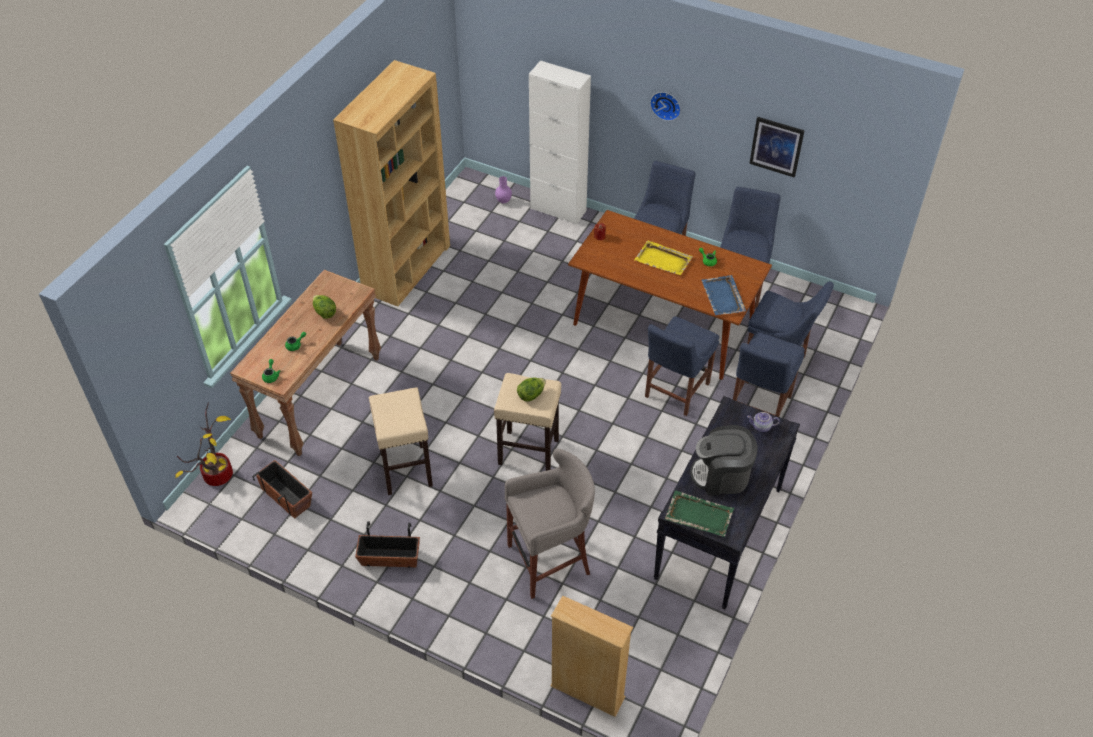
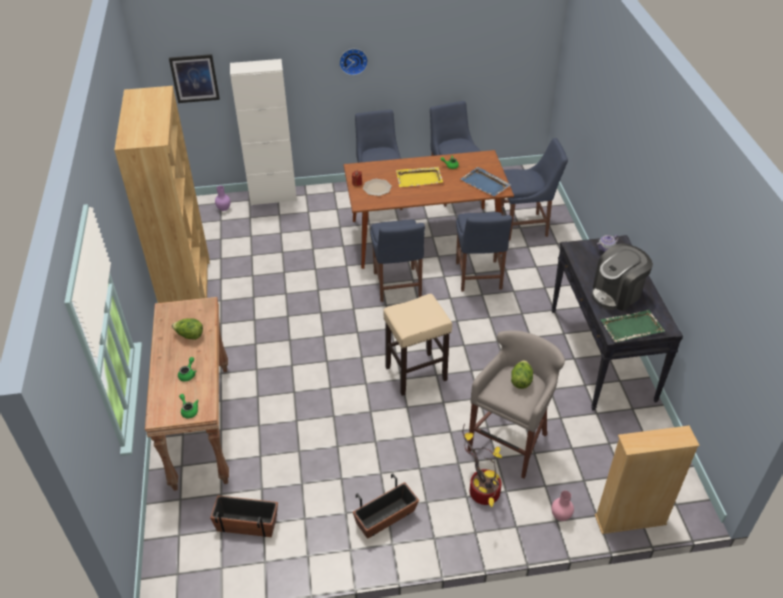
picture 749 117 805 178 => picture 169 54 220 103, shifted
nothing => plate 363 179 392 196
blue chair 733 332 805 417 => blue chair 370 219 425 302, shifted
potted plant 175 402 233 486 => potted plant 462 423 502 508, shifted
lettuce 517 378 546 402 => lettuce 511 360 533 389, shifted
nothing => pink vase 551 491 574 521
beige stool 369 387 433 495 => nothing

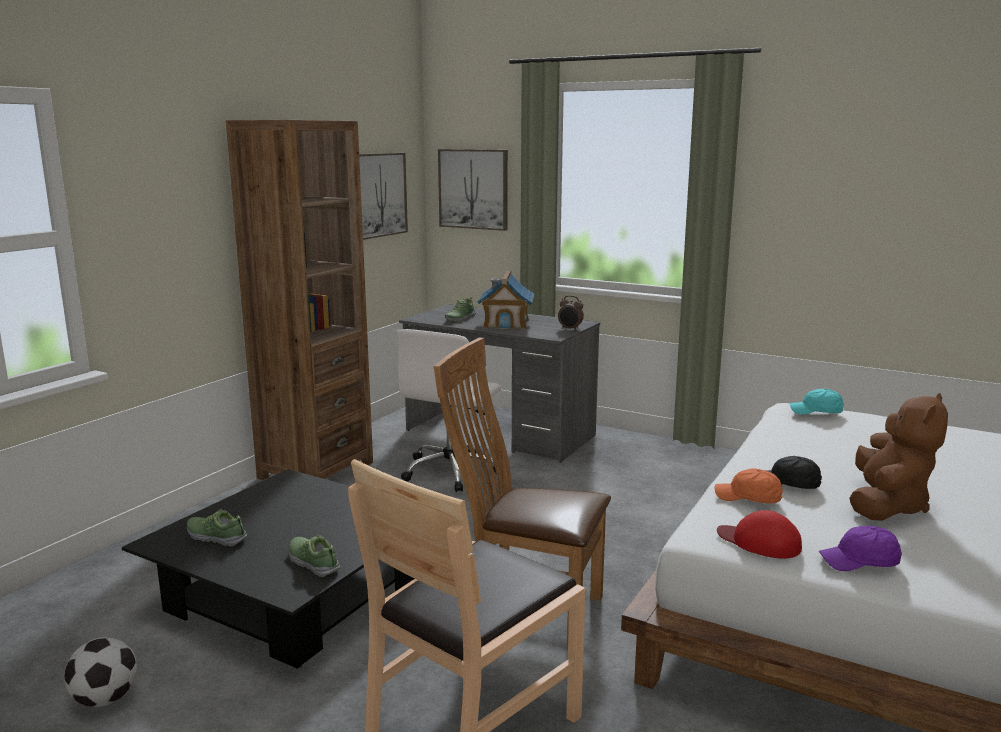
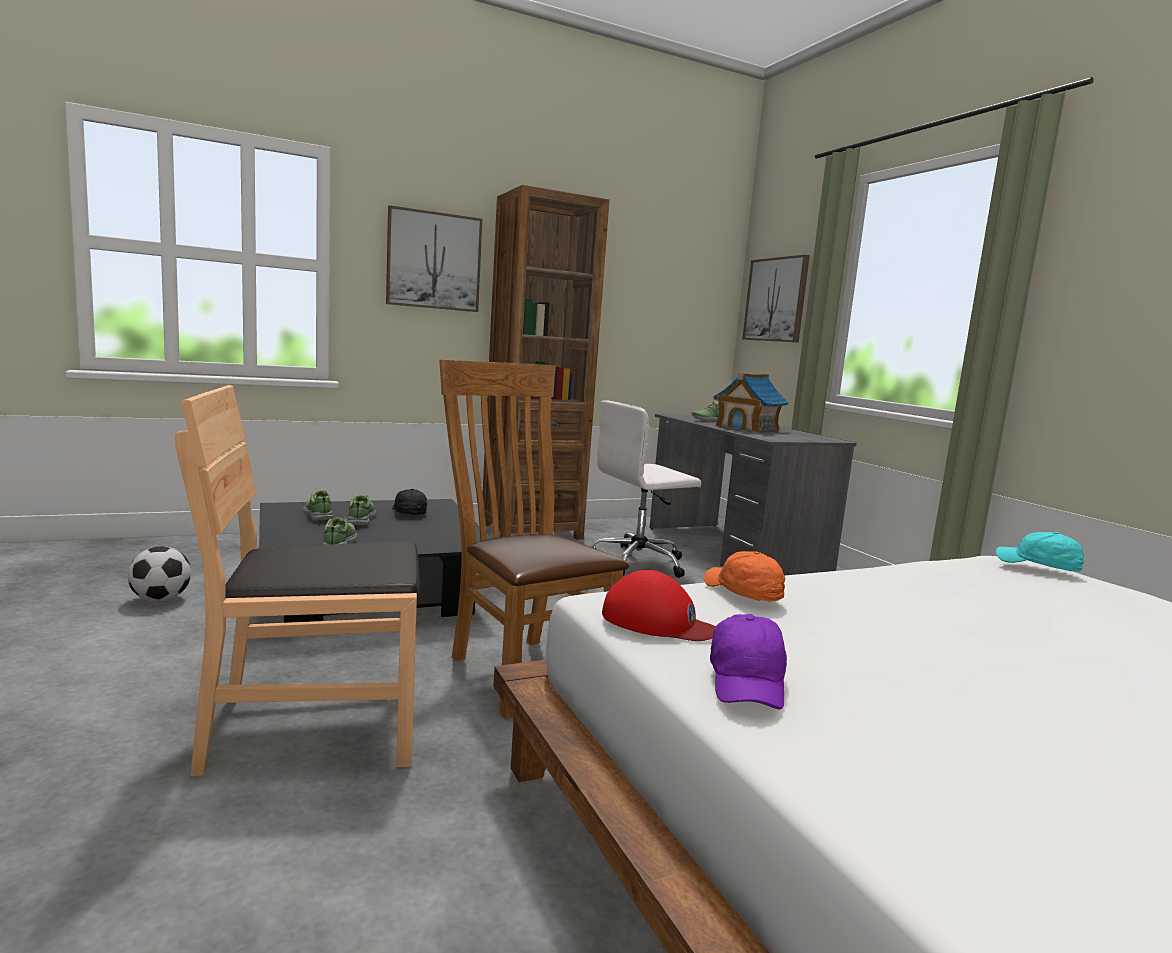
nothing => shoe 347 495 376 525
picture 359 153 408 240 => picture 386 205 483 312, shifted
black cap 766 456 822 489 => black cap 392 489 427 515, shifted
red cap 717 510 802 559 => red cap 602 570 716 641, 135 degrees clockwise
purple cap 819 526 902 571 => purple cap 710 614 787 709, 120 degrees counterclockwise
alarm clock 558 295 584 331 => nothing
brown plush toy 850 393 948 521 => nothing

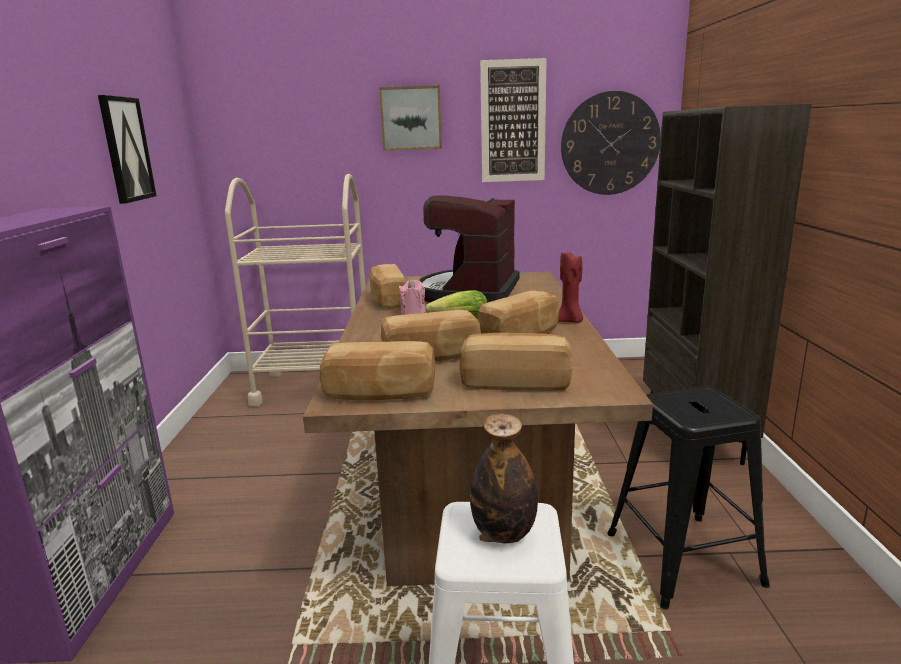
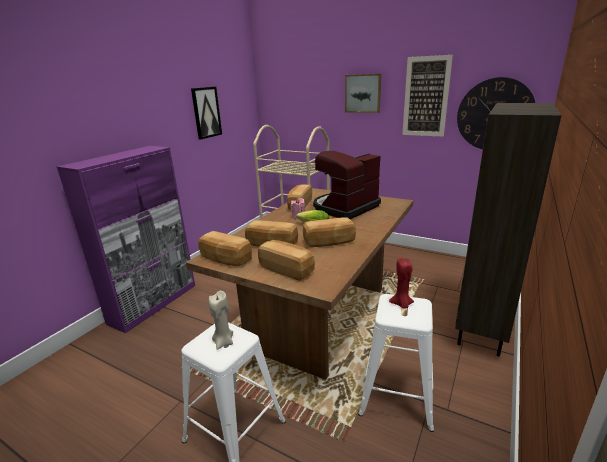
bottle 470 414 538 543 => beige candle 209 291 233 350
black stool 607 387 770 610 => white stool 358 294 434 432
red candle 558 252 583 323 => red candle 389 258 414 309, shifted

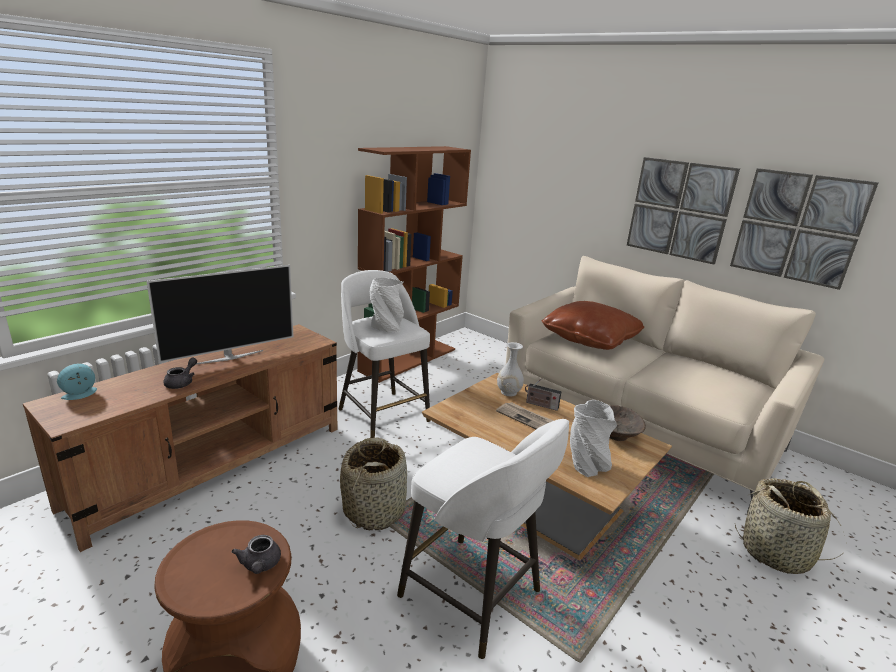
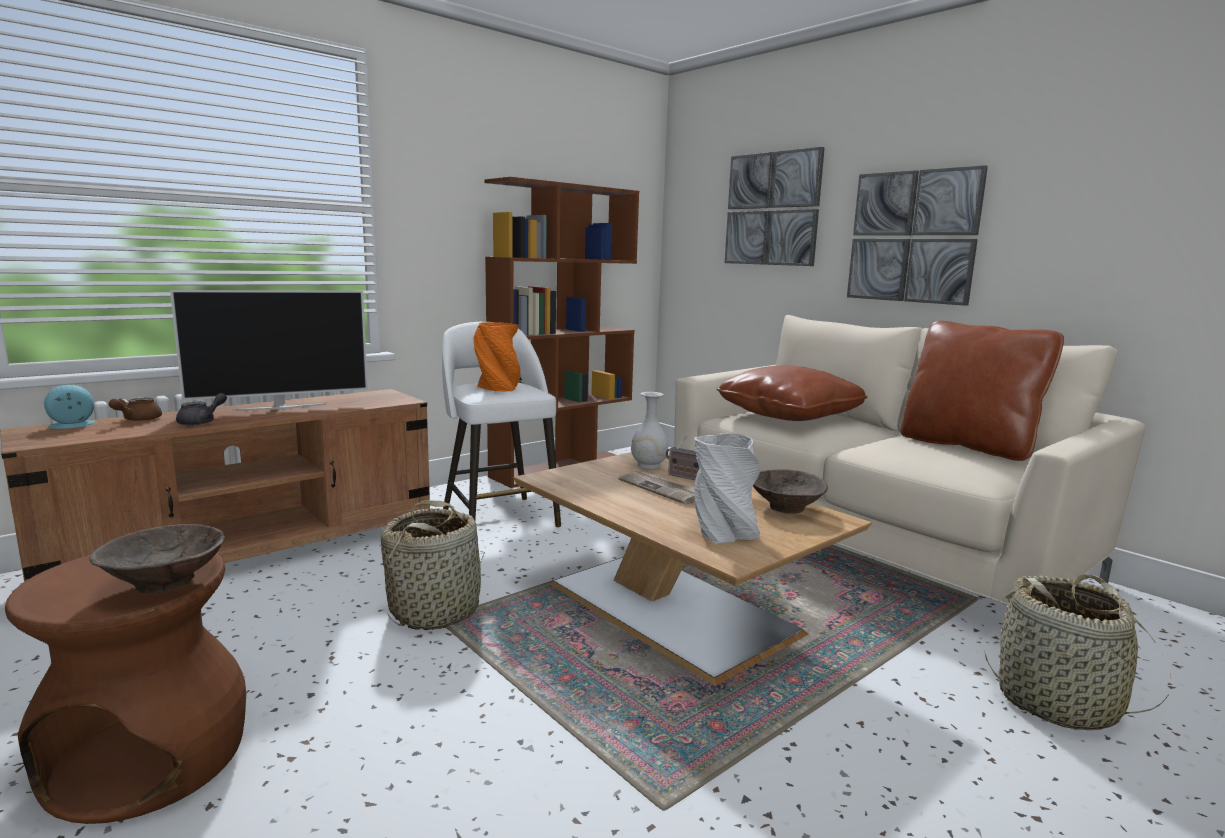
grey teapot 231 535 281 574 => brown bowl 89 524 225 594
nothing => brown teapot 109 398 162 421
white vase 370 278 404 332 => orange vase 474 322 520 392
picture 730 168 879 290 => picture 725 147 825 266, shifted
nothing => brown pillow 901 321 1064 461
white stool 397 419 569 659 => nothing

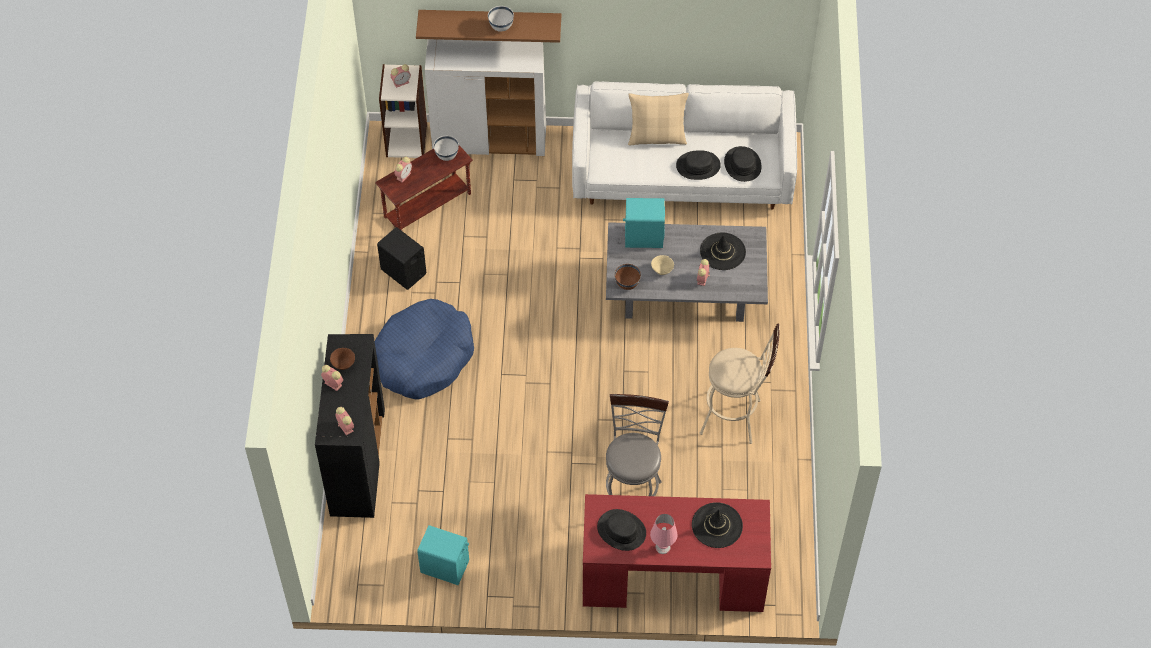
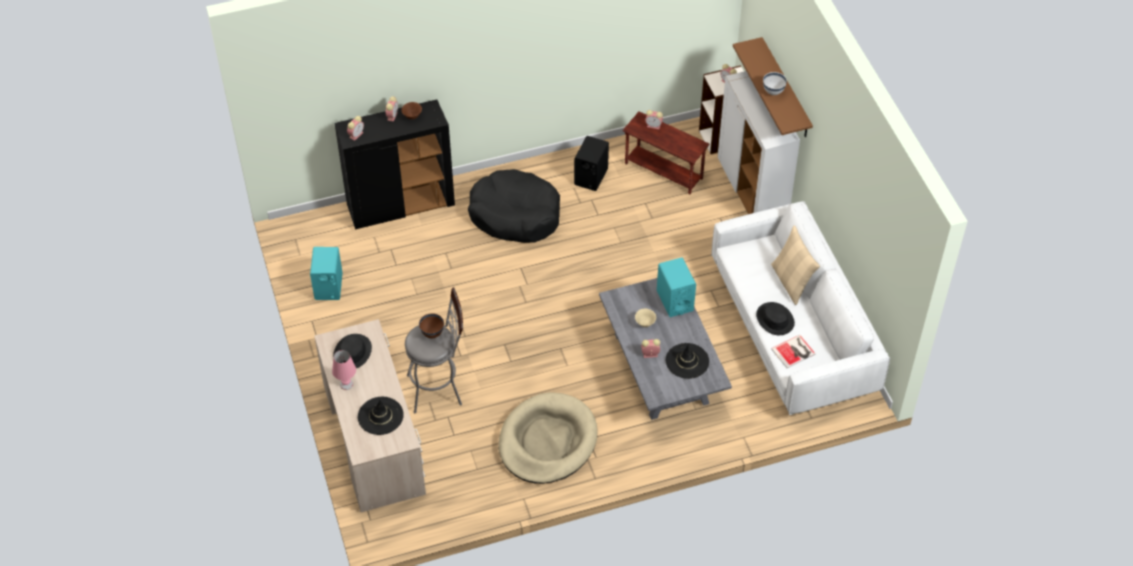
red desk 583 494 771 612 => beige desk 314 319 426 512
brown bowl 615 264 641 290 => brown bowl 419 313 444 338, shifted
blue dog bed 375 299 474 399 => black dog bed 468 169 560 243
beige stool 700 324 780 444 => beige dog bed 499 392 598 484
black hat 724 146 762 182 => book 771 335 815 368
white bowl 433 136 459 161 => nothing

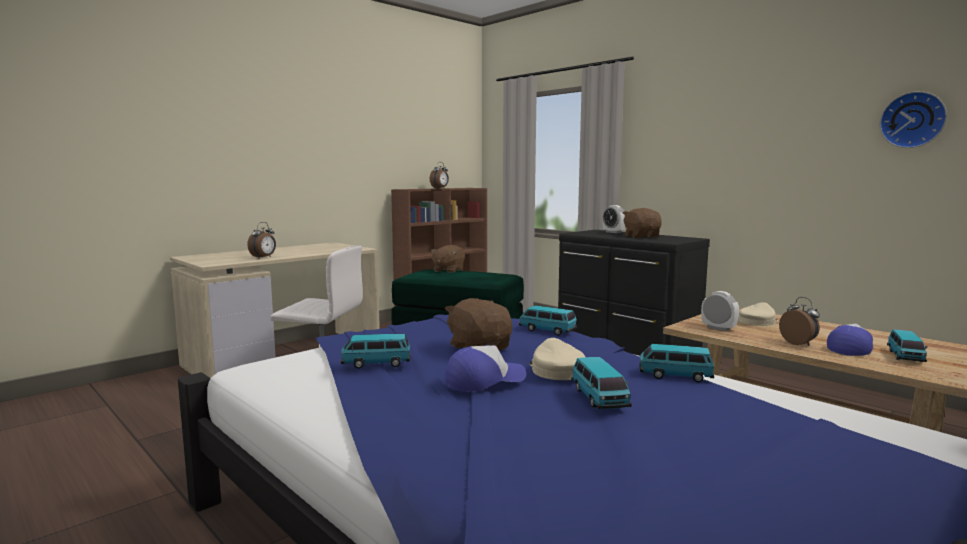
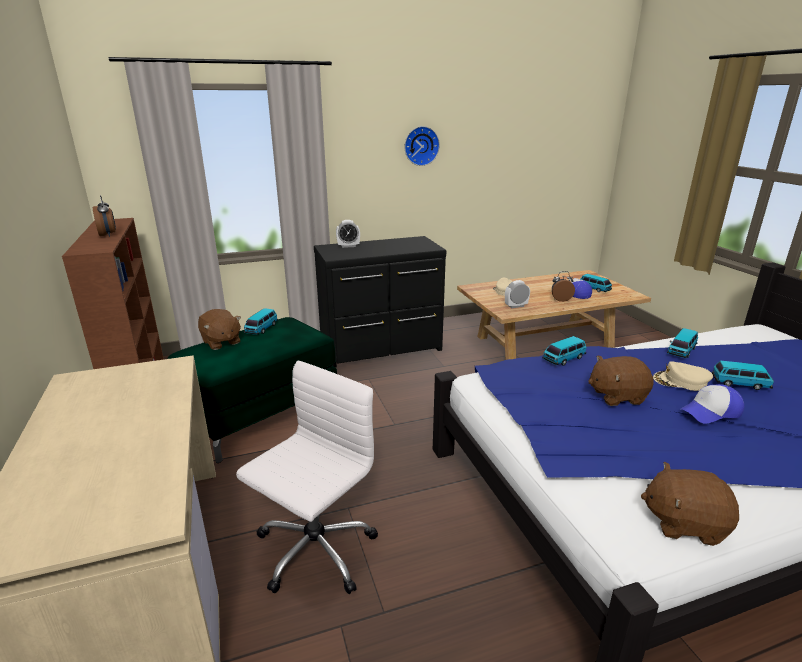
toy car 341 334 410 369 => toy car 244 308 278 335, shifted
wall clock 880 91 947 148 => wall clock 405 126 440 166, shifted
brown plush toy 623 208 662 238 => brown plush toy 641 462 739 546, shifted
cap 445 345 526 392 => cap 681 384 744 424, 105 degrees counterclockwise
alarm clock 247 222 276 258 => nothing

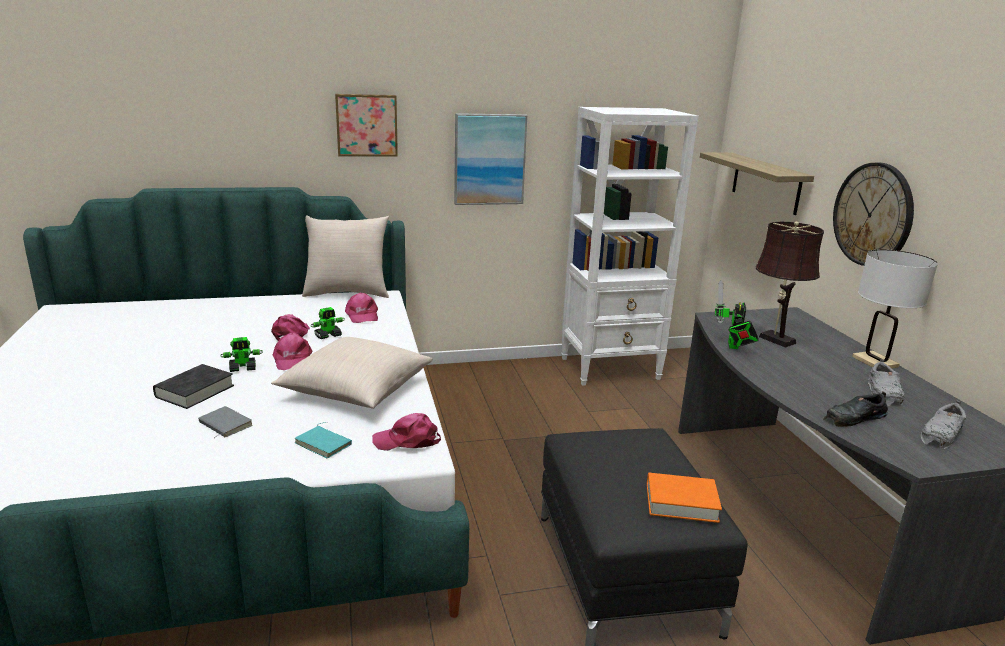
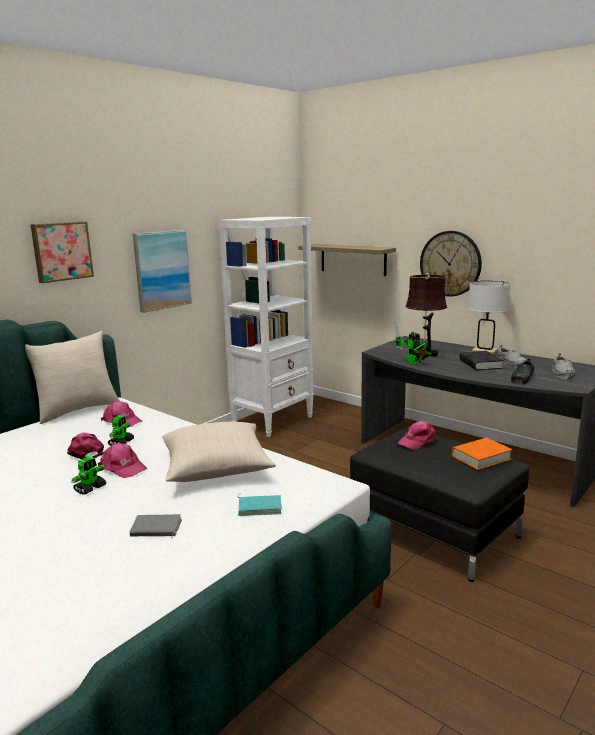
pink cap 372 413 441 451 => pink cap 398 421 436 450, shifted
black book 153 364 234 409 => black book 459 351 503 370, shifted

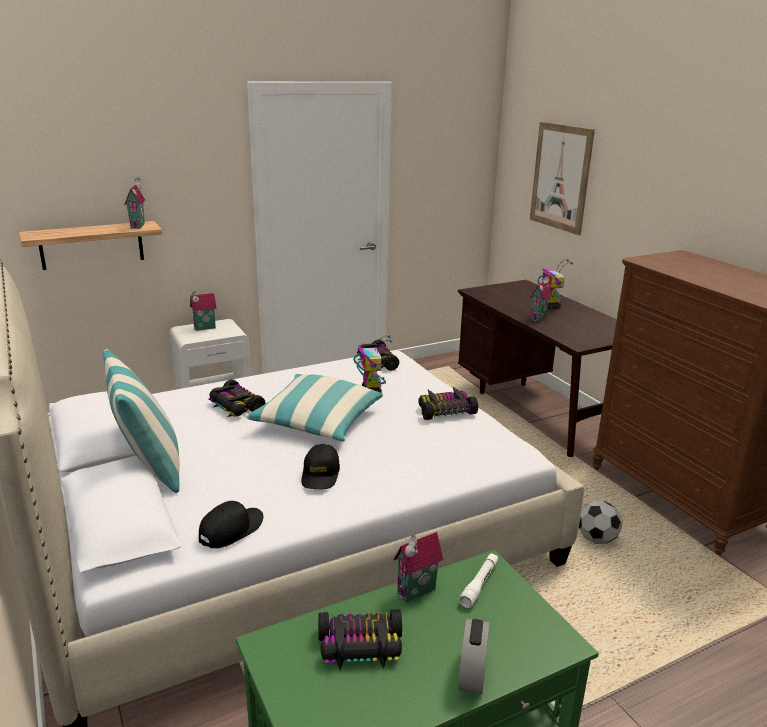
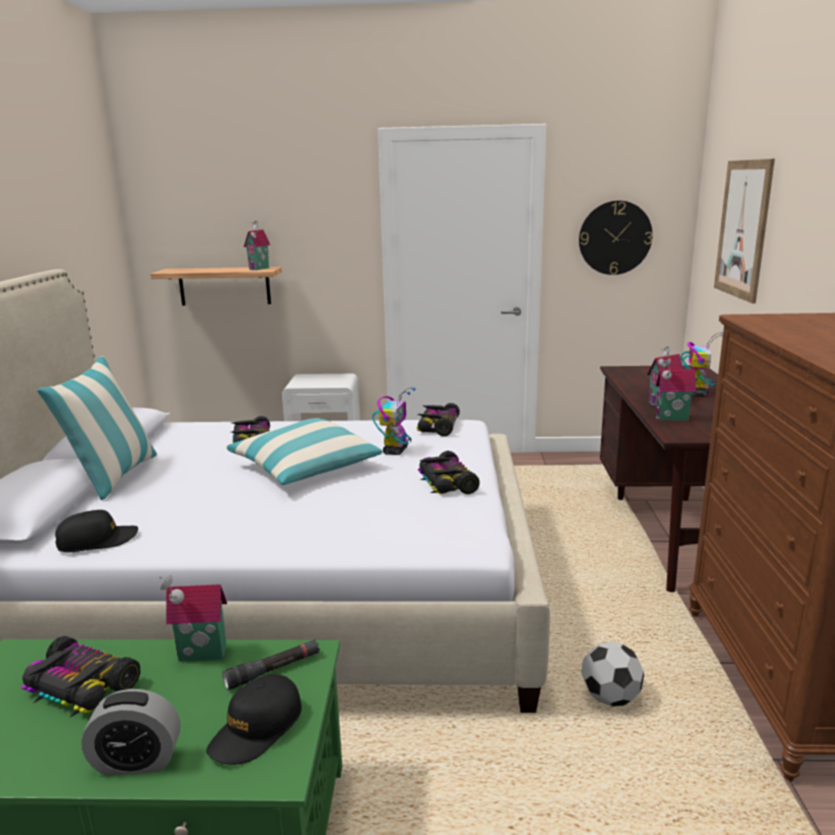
alarm clock 458 619 490 694 => alarm clock 81 689 180 776, 135 degrees counterclockwise
black cap 301 444 340 489 => black cap 206 674 302 765, shifted
white flashlight 459 553 498 608 => black flashlight 222 639 320 690
toy car 418 387 478 420 => toy car 418 451 480 494, 120 degrees counterclockwise
nothing => wall clock 579 201 653 275
toy house 190 289 217 331 => toy house 656 358 696 421, shifted

